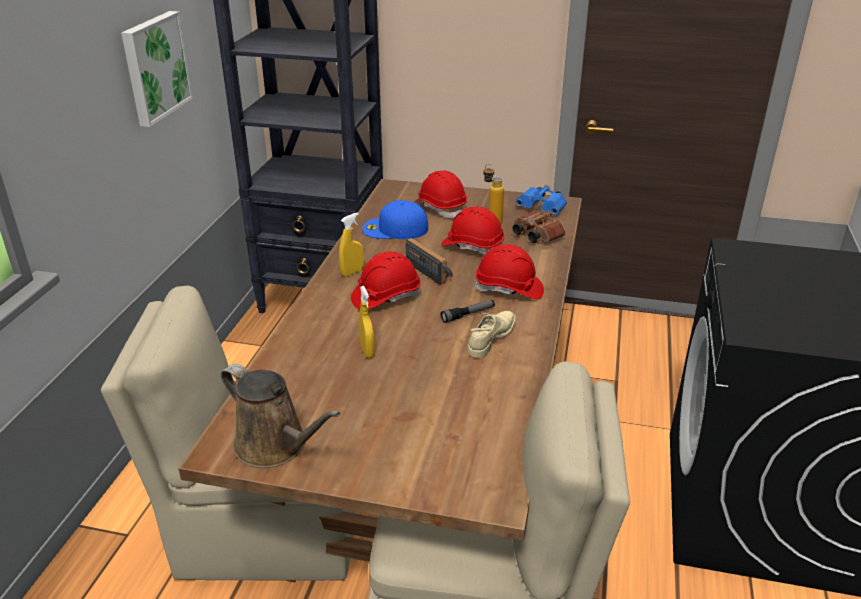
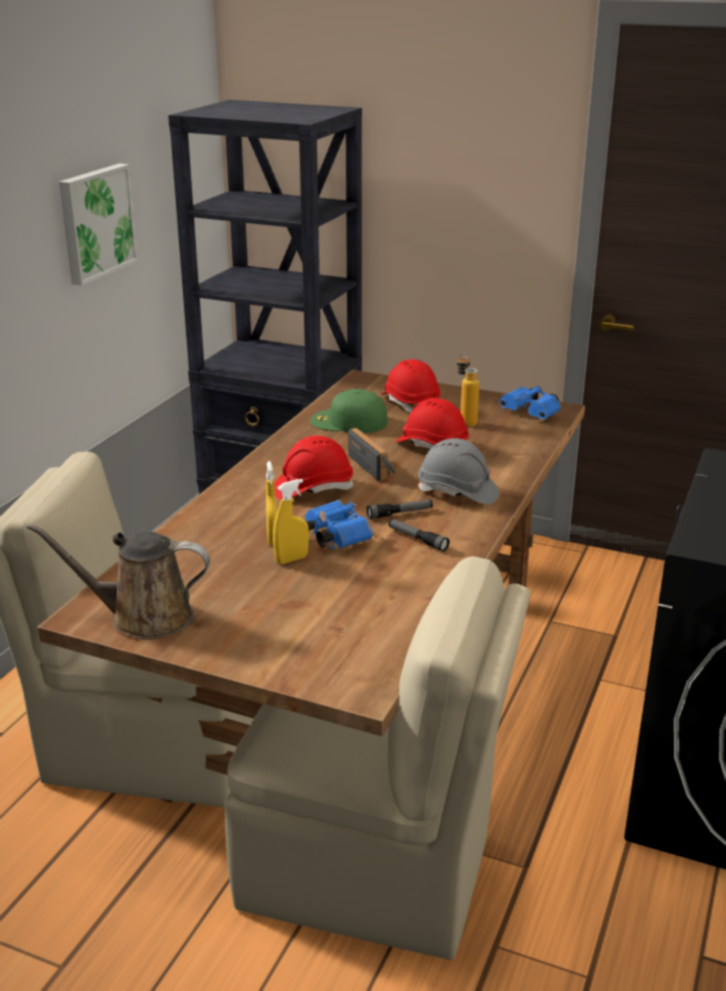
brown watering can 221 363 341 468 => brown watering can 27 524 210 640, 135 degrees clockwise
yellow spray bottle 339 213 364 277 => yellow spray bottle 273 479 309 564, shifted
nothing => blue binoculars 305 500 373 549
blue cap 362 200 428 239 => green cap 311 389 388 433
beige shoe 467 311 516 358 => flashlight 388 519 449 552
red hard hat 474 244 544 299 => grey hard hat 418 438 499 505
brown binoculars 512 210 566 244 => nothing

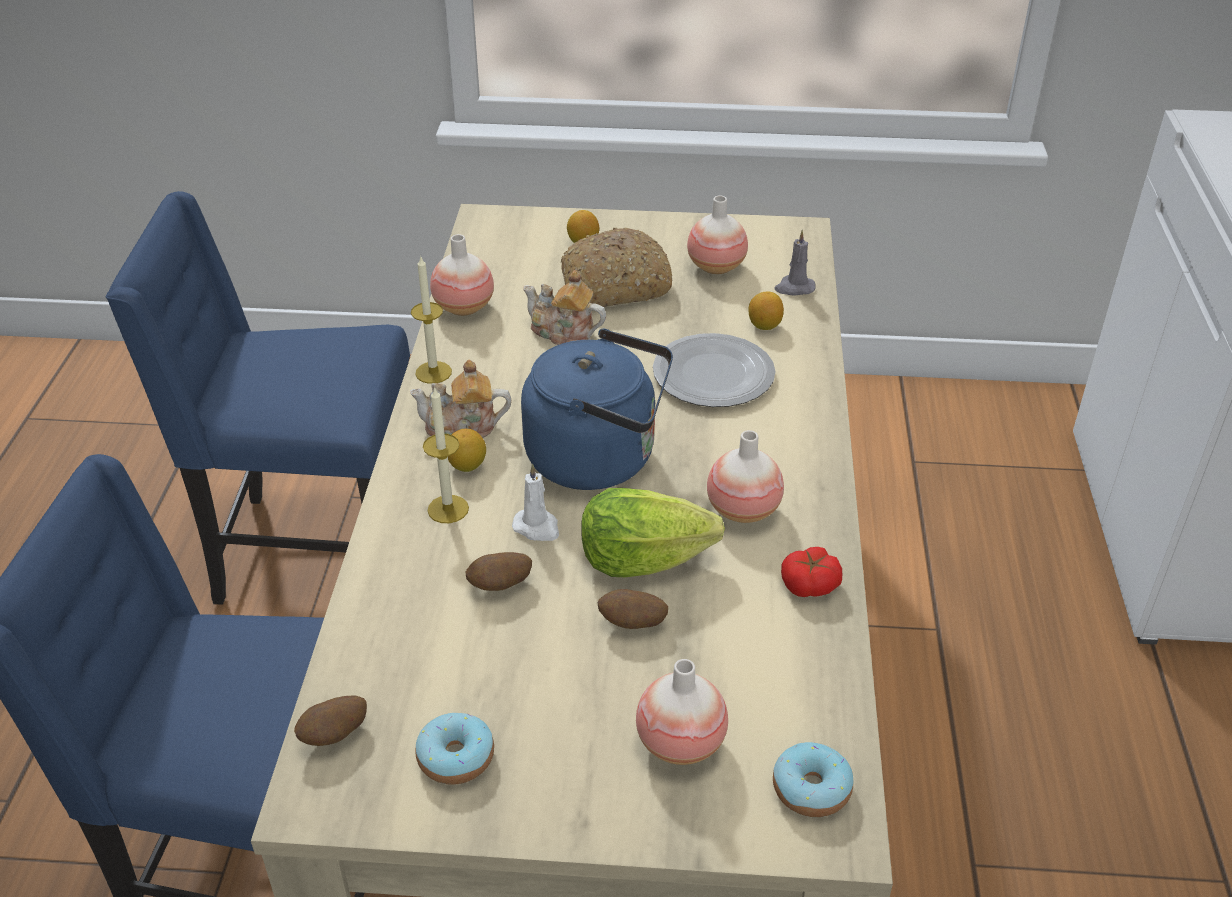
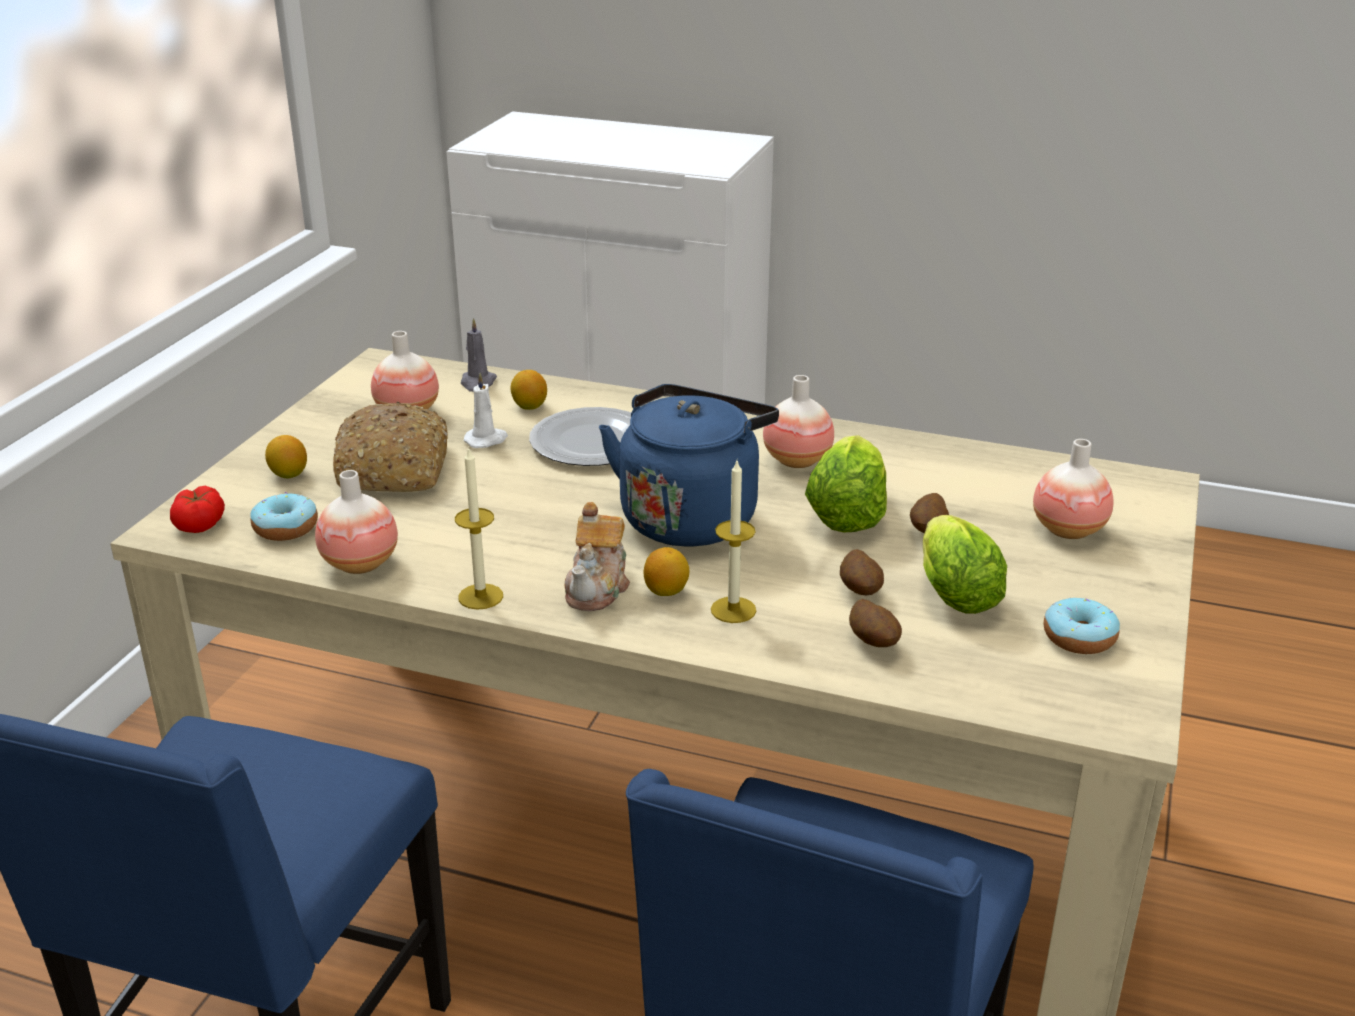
tomato 781 547 842 597 => tomato 170 486 225 533, shifted
donut 773 742 853 817 => donut 251 492 318 541, shifted
white candle 512 464 559 541 => white candle 464 373 508 448, shifted
potato 294 695 367 746 => potato 849 599 902 647, shifted
nothing => lettuce 923 515 1007 614
teapot 523 270 606 345 => nothing

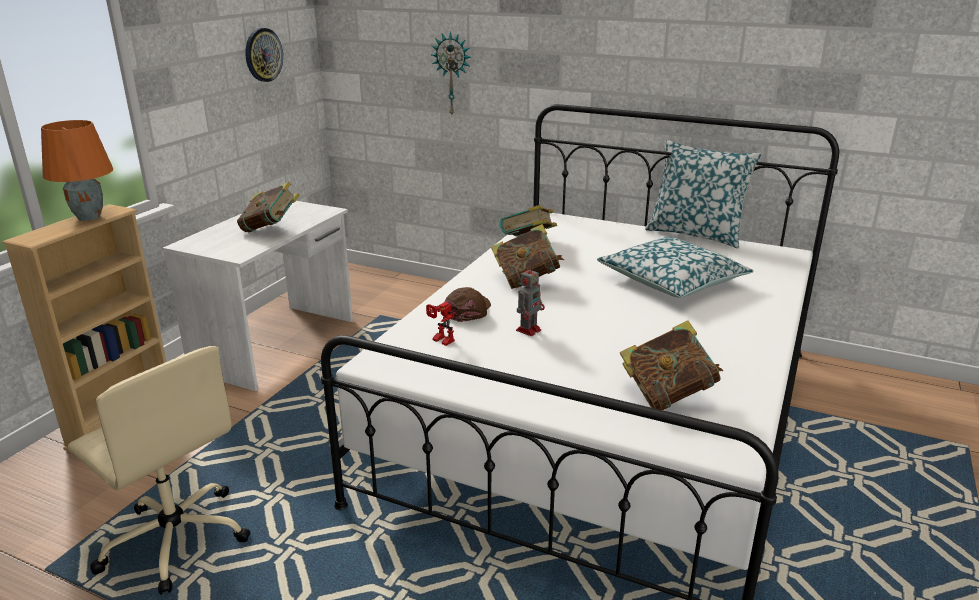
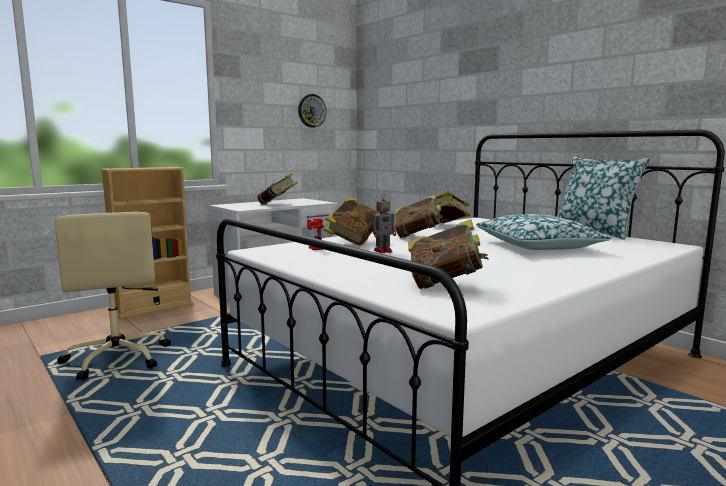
brown cap 444 287 491 322 => book 324 196 380 246
orange table lamp 41 120 113 221 => nothing
wall clock 430 31 471 115 => nothing

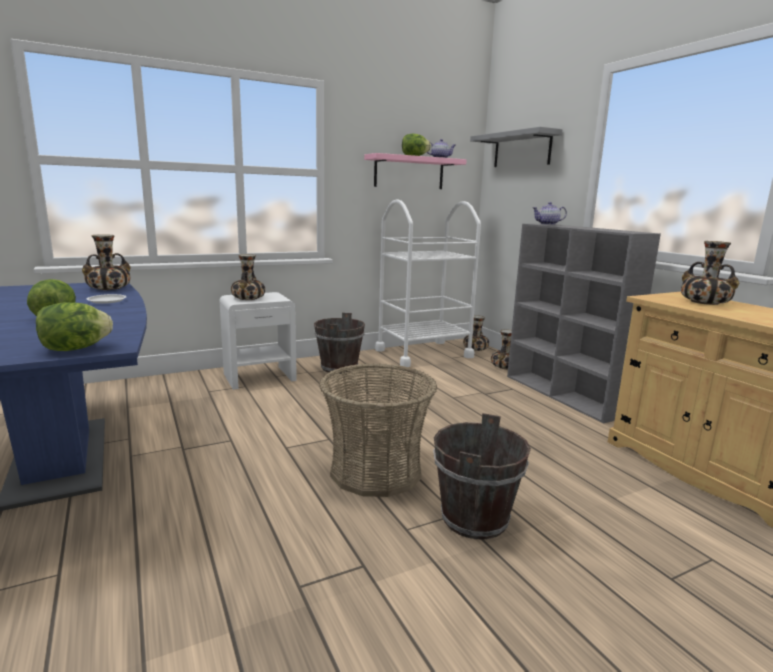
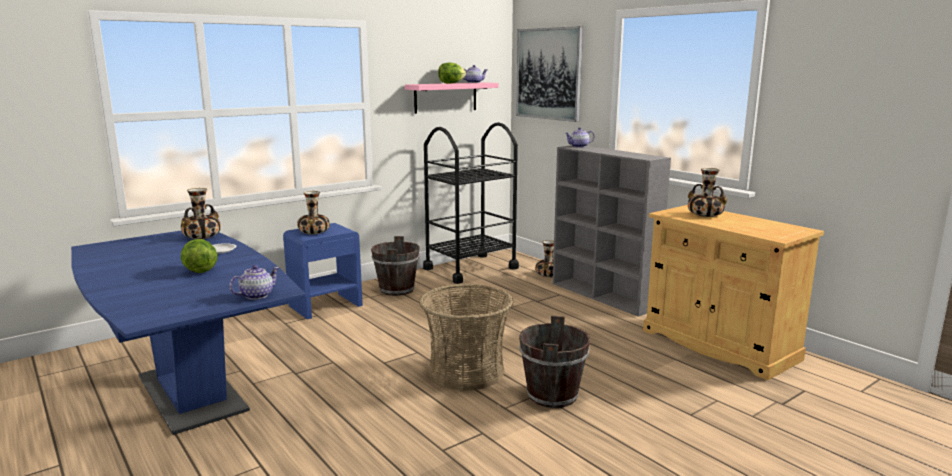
lettuce 36 302 113 351 => teapot 229 265 279 299
white nightstand 219 292 297 390 => blue nightstand 283 223 363 320
white cart 375 199 481 367 => black cart 423 122 519 284
grey shelf 470 127 563 167 => picture 516 26 583 122
vase 463 315 489 351 => nothing

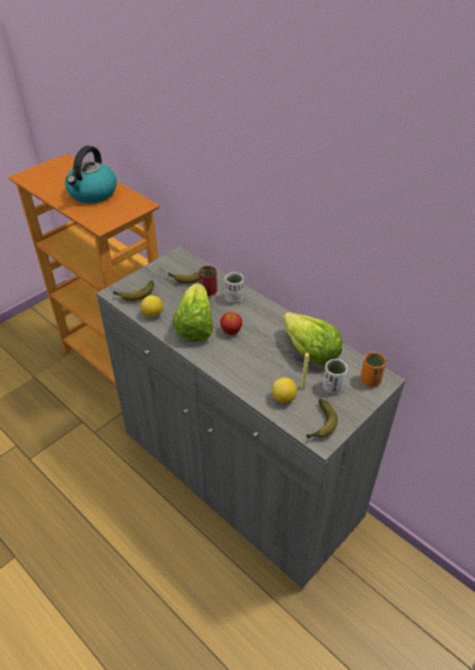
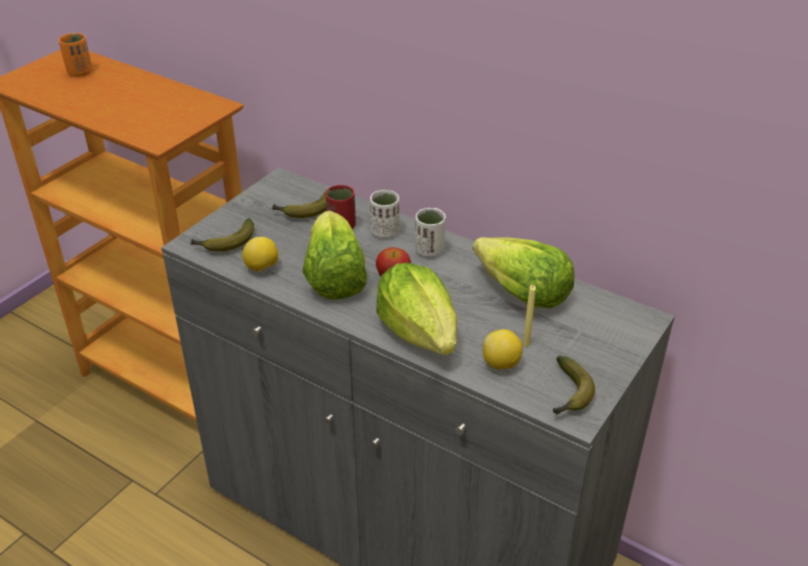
orange cup 361 352 386 387 => orange cup 59 33 92 76, shifted
nothing => lettuce 376 263 457 355
white cup 323 359 348 394 => white cup 415 208 446 257, shifted
kettle 65 146 117 203 => nothing

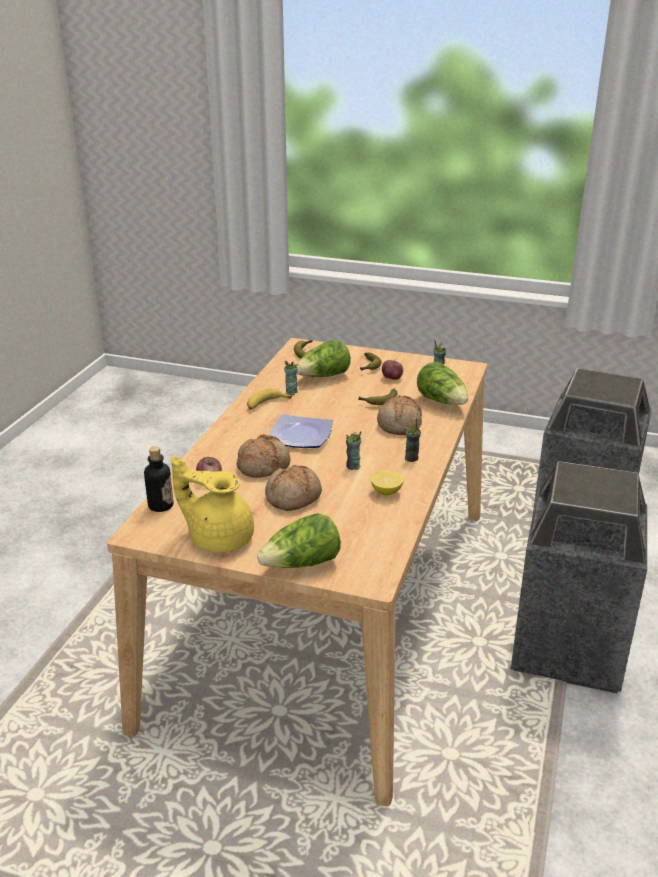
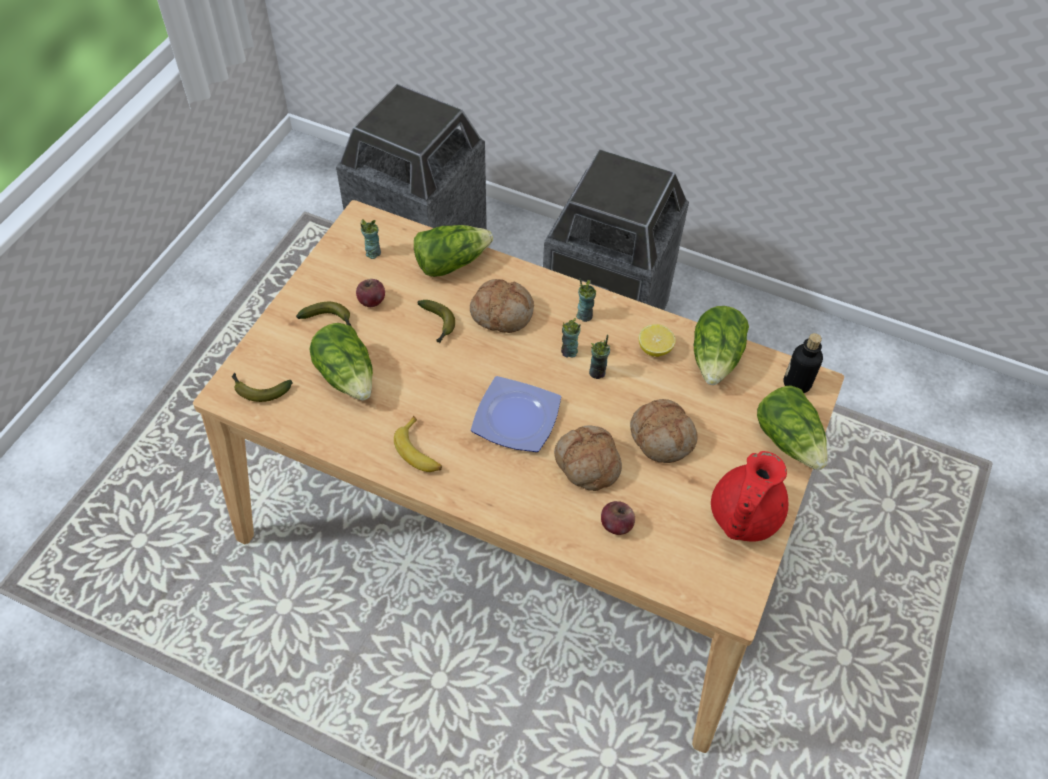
cup 284 361 298 395 => cup 561 318 581 358, shifted
nothing => lettuce 694 306 749 385
yellow teapot 171 455 254 553 => red teapot 711 451 788 541
bottle 144 446 174 512 => bottle 783 333 823 393, shifted

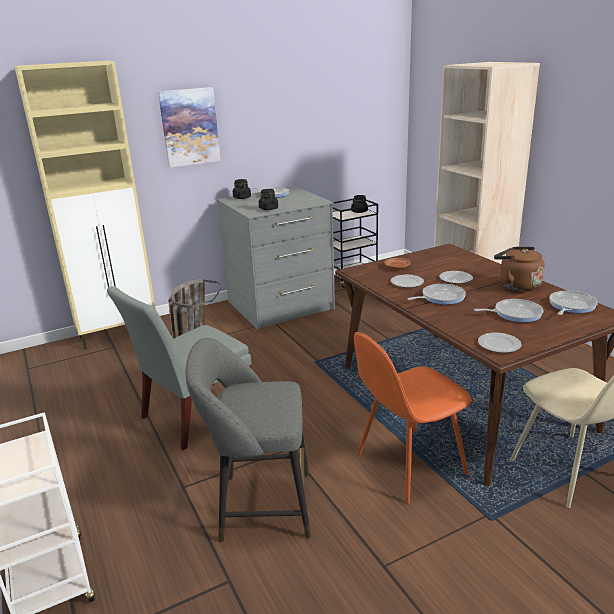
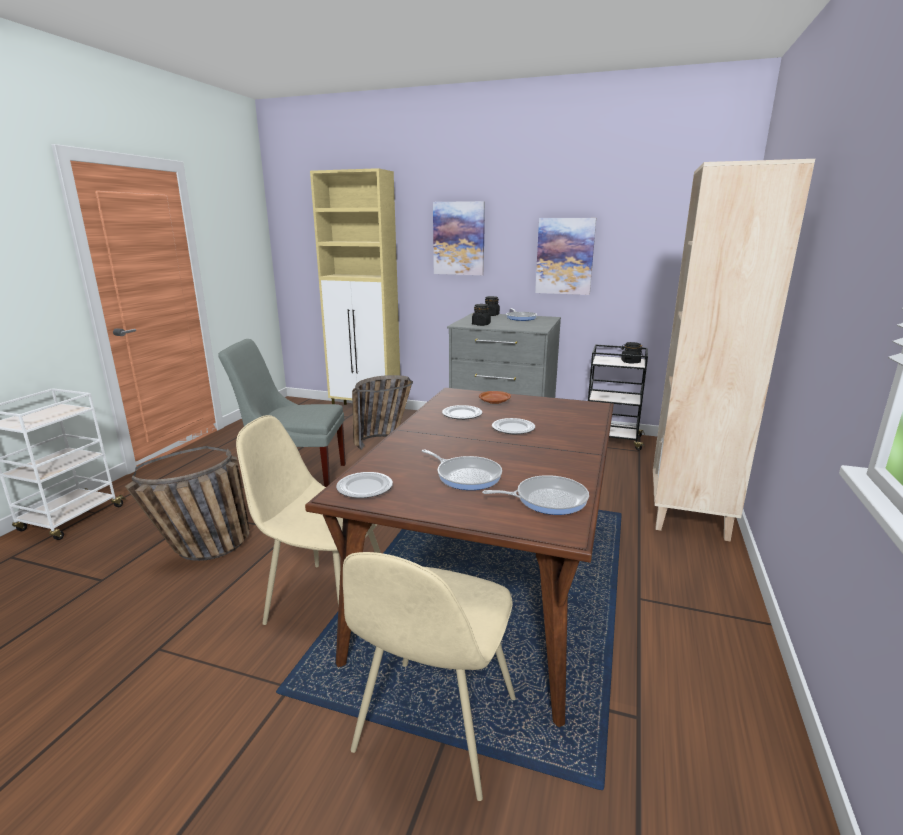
grey stool 186 338 311 542 => basket 125 446 250 561
orange chair 354 332 472 504 => beige chair 236 415 381 625
nothing => picture 535 218 596 295
frying pan 408 284 466 305 => nothing
brown kettle 494 247 545 291 => nothing

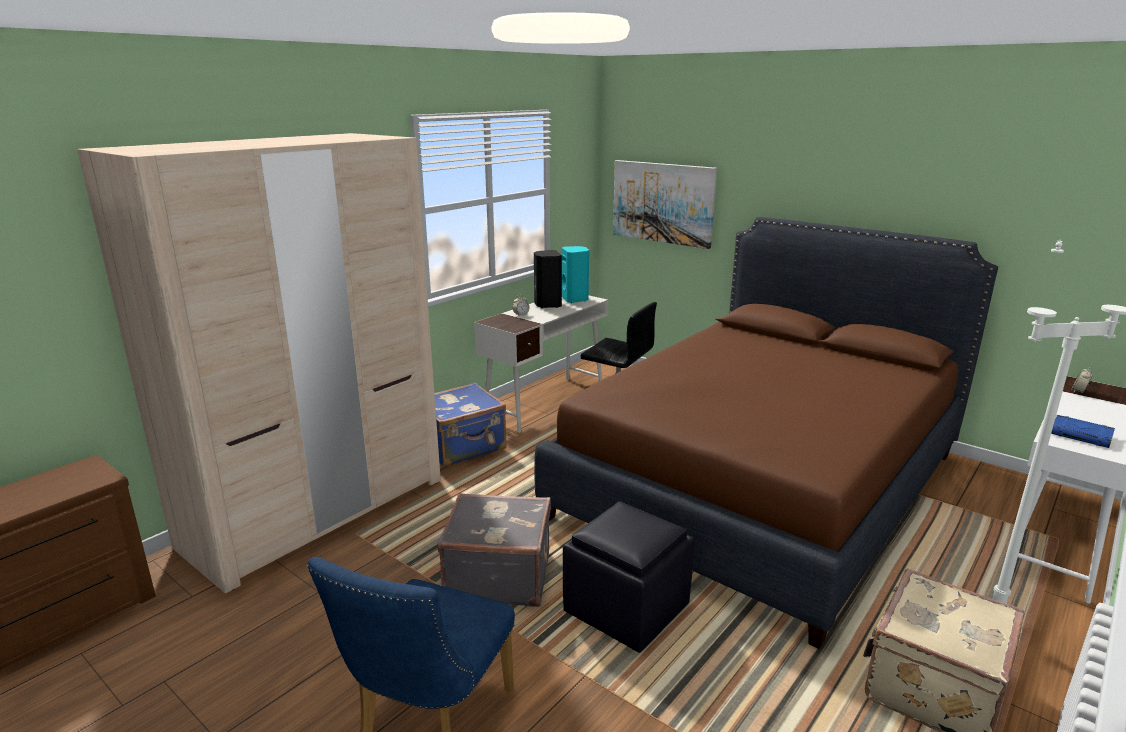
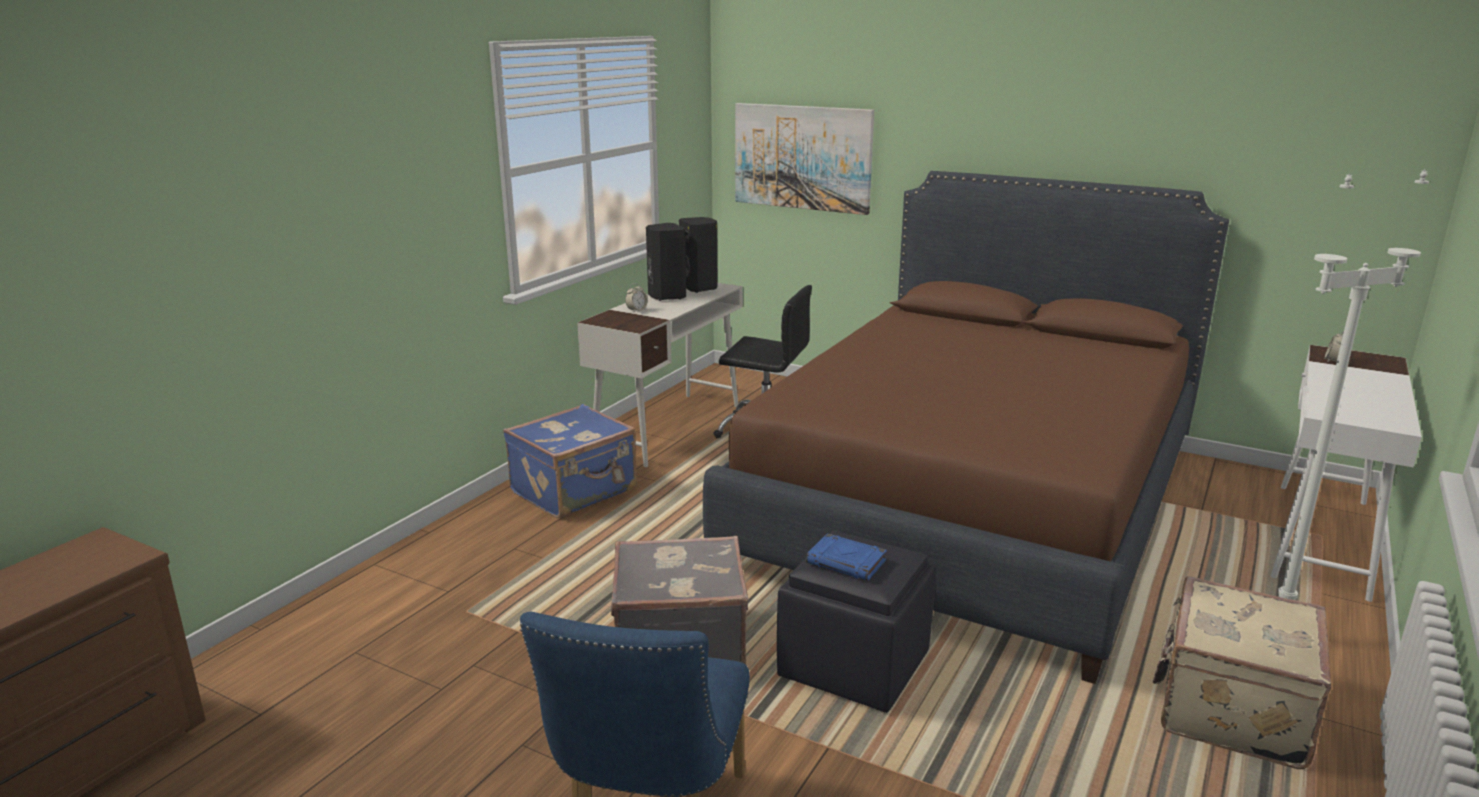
turquoise speaker 561 246 589 303 => black speaker 679 217 718 293
blue book 1051 415 1115 448 => blue book 806 533 887 581, shifted
beige wardrobe 77 133 441 593 => nothing

